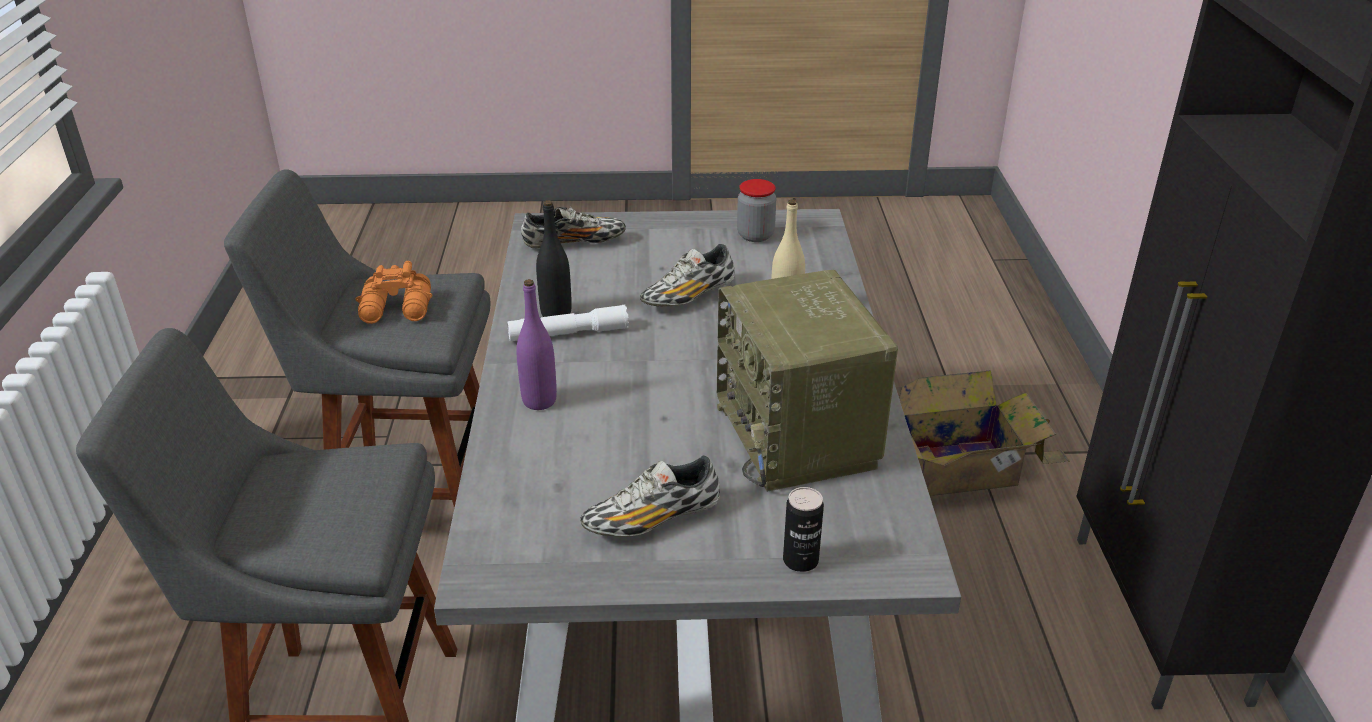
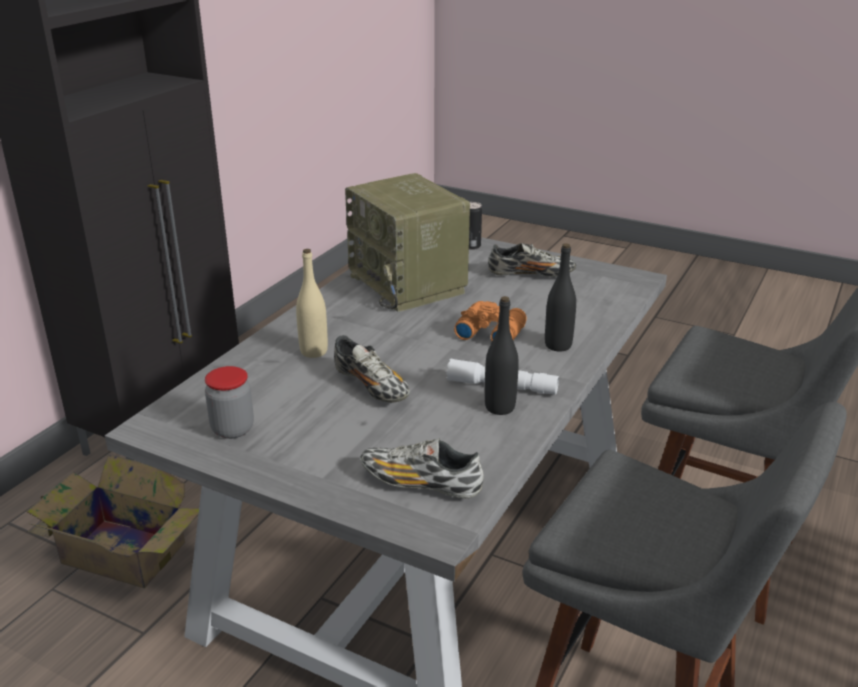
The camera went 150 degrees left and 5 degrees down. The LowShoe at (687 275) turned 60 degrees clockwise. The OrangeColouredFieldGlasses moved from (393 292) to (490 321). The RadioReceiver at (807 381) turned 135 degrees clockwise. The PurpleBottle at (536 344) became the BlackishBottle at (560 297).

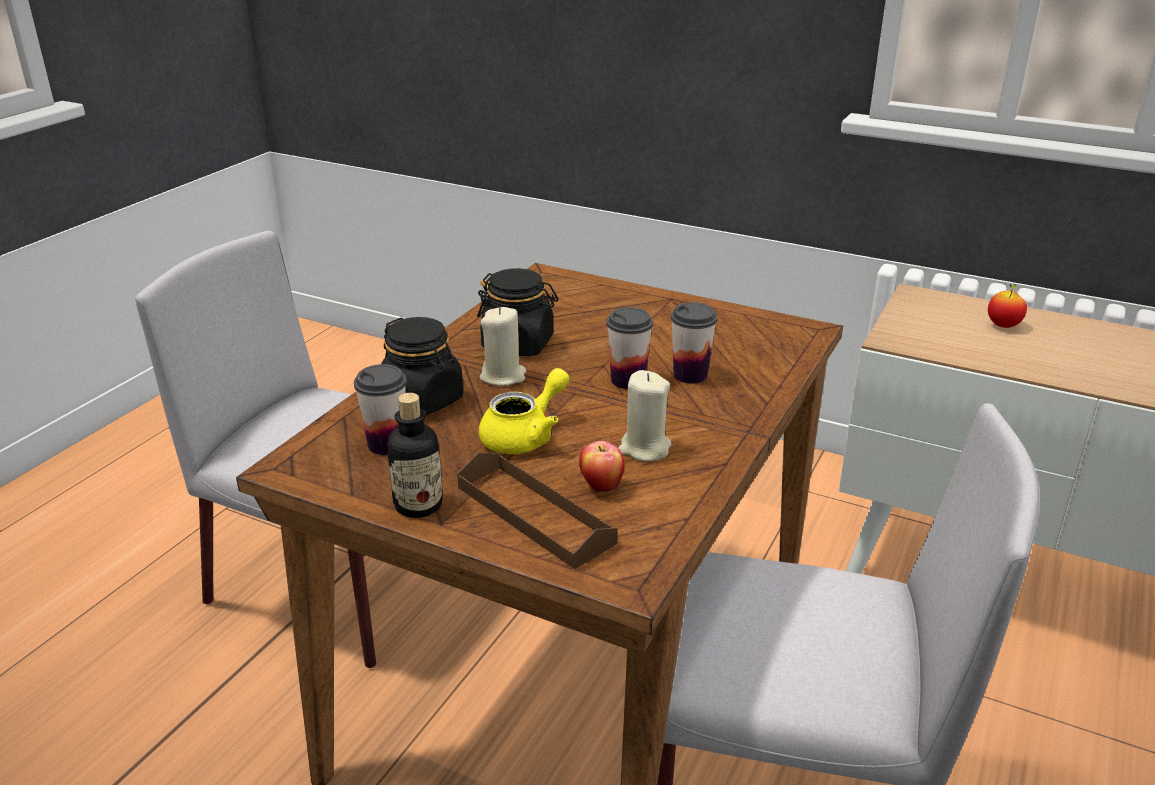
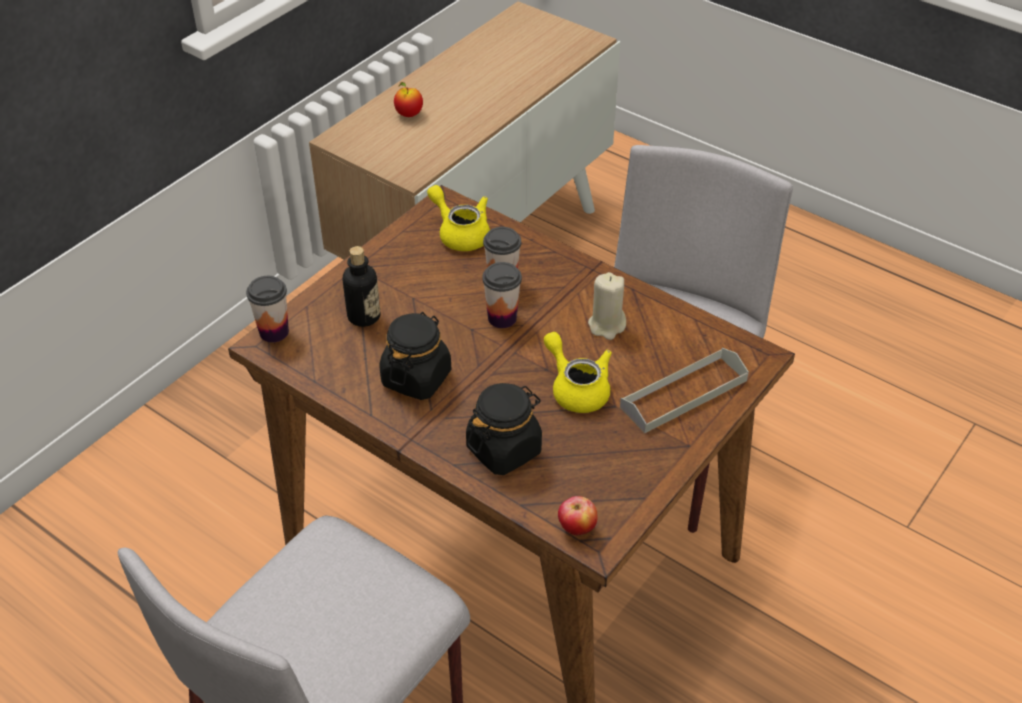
The camera went 80 degrees left and 15 degrees up. The BeigeCandle at (503 346) disappeared. The Cup moved from (380 409) to (267 309). The Bottle moved from (415 455) to (361 286). The AppleFruit moved from (601 466) to (577 515). The BrownCarryingTray at (537 510) became the GreyishCarryingTray at (684 390). The YellowishTeaPot at (458 218) appeared.

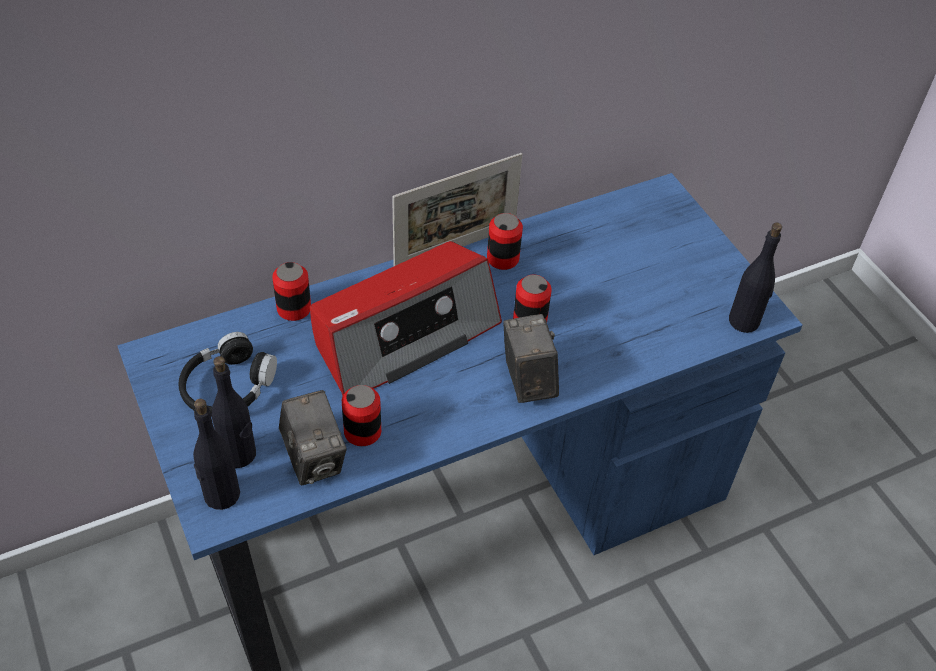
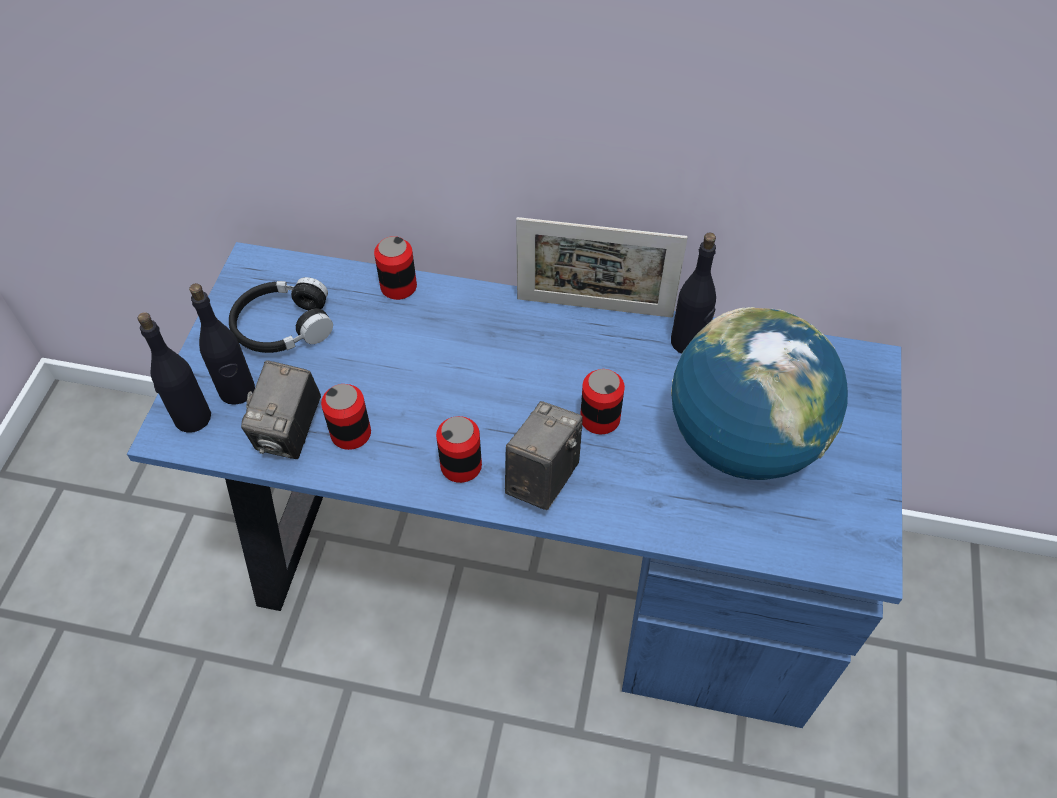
The camera went 40 degrees right and 5 degrees up. The MetalCan moved from (505 241) to (459 449). The BlackishBottle moved from (755 278) to (693 293). The RadioReceiver at (406 318) disappeared. The DeskGlobe at (759 393) appeared.

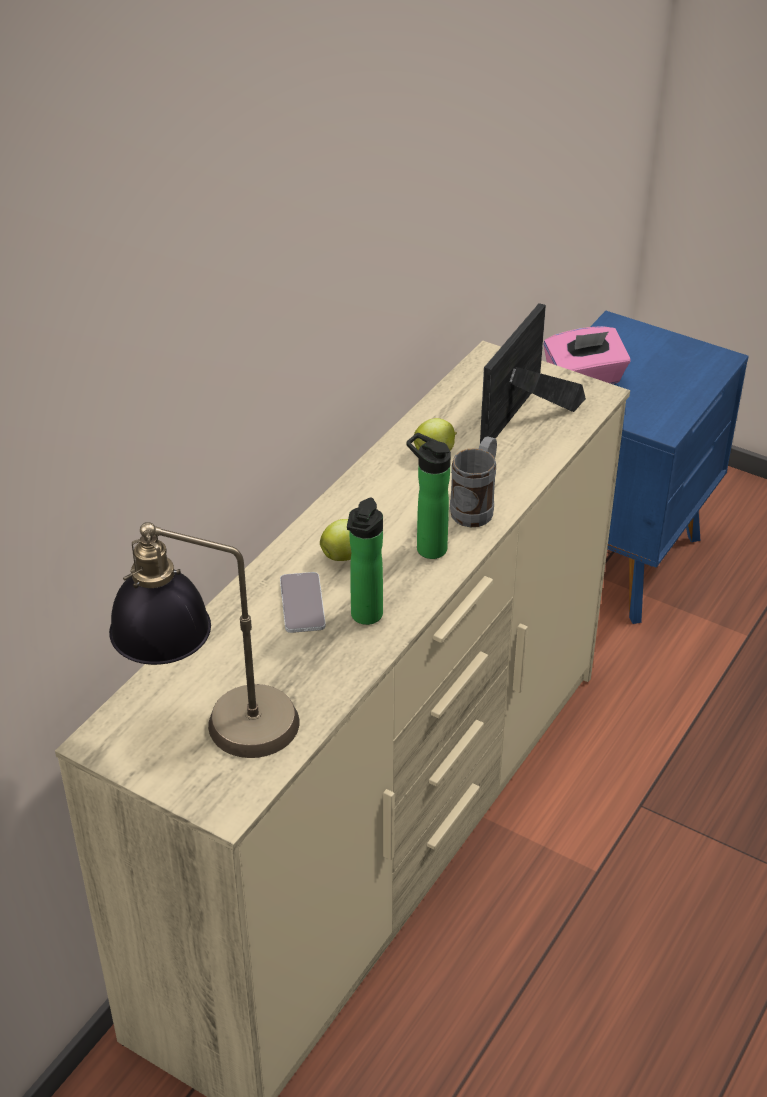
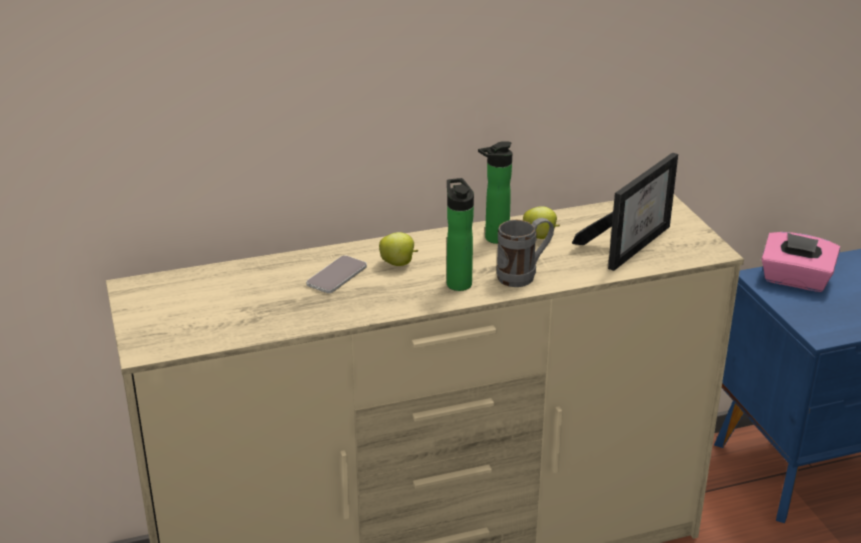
The camera went 40 degrees right and 10 degrees down. The StandingFrame at (533 373) turned 150 degrees clockwise. The Bottle moved from (365 561) to (495 192). The TableLamp at (204 640) disappeared.

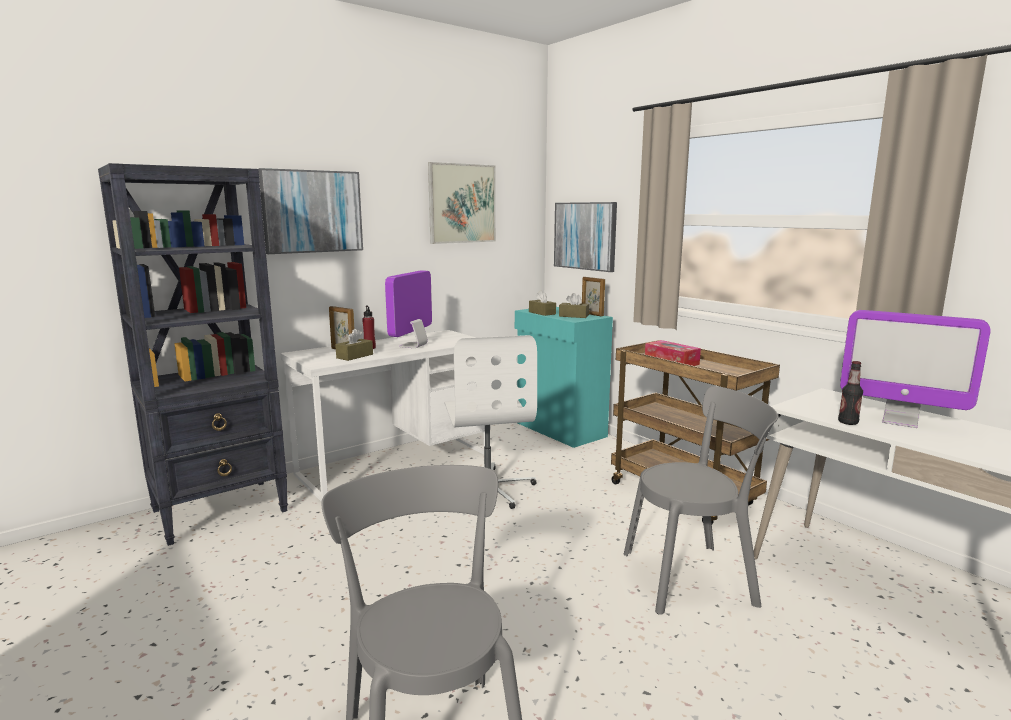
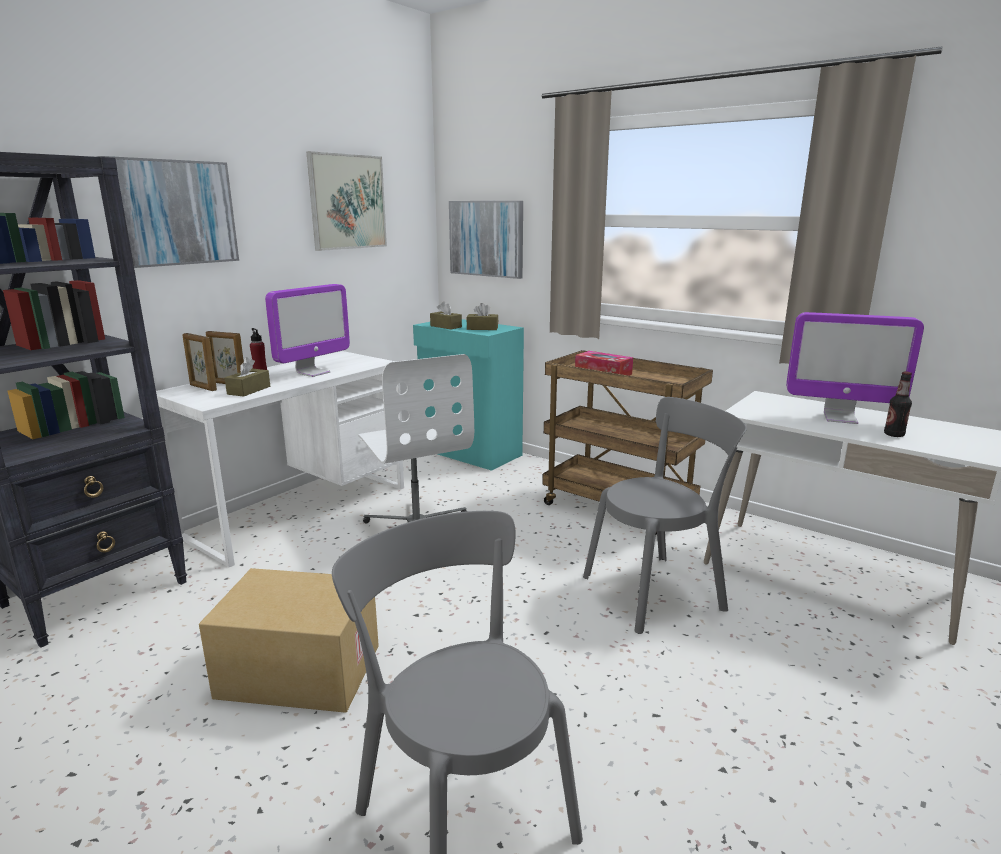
The camera went 15 degrees left and 5 degrees up. The ComputerDisplay at (408 309) turned 150 degrees counterclockwise. The StandingFrame moved from (593 296) to (199 362). The Bottle moved from (850 393) to (898 404). The CardboardBox at (289 640) appeared.

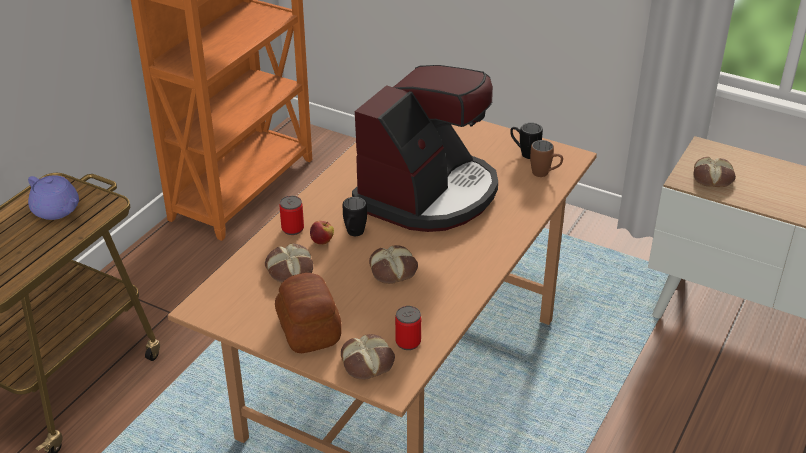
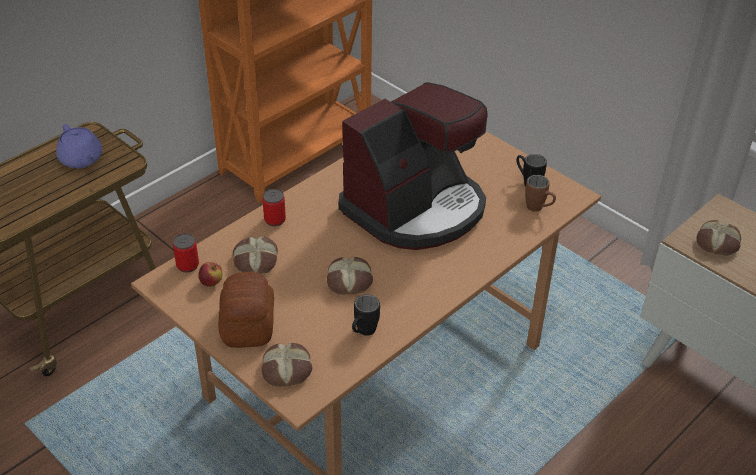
The camera went 15 degrees right and 5 degrees up. The BlackishTeaMug moved from (355 216) to (366 315). The AppleFruit moved from (322 233) to (210 274). The MetalCan moved from (408 328) to (186 253).

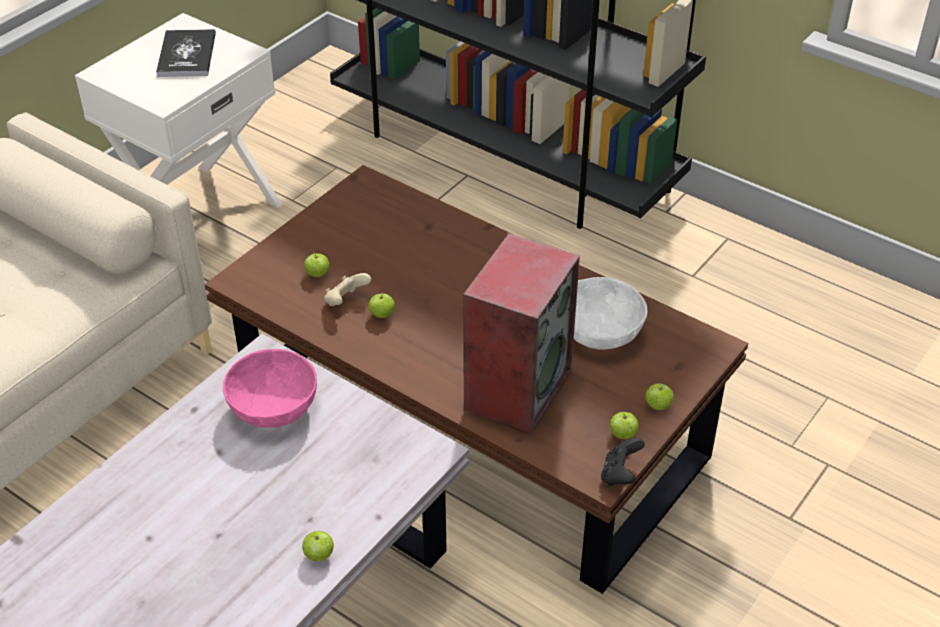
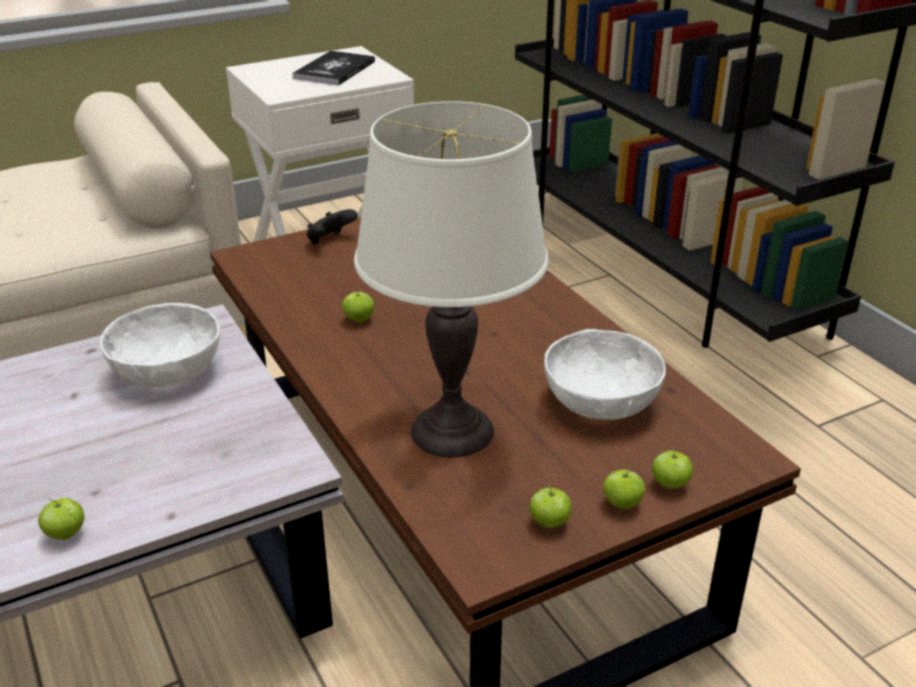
The camera went 25 degrees right and 10 degrees down. The AudioSpeaker at (521 334) was replaced by the WhitishTableLamp at (451 279). The AppleFruit moved from (317 264) to (672 467). The BeigeJoypad at (347 289) disappeared. The PinkishServingBowl at (270 388) became the WhitishServingBowl at (160 345). The BlackishJoypad moved from (623 462) to (332 226).

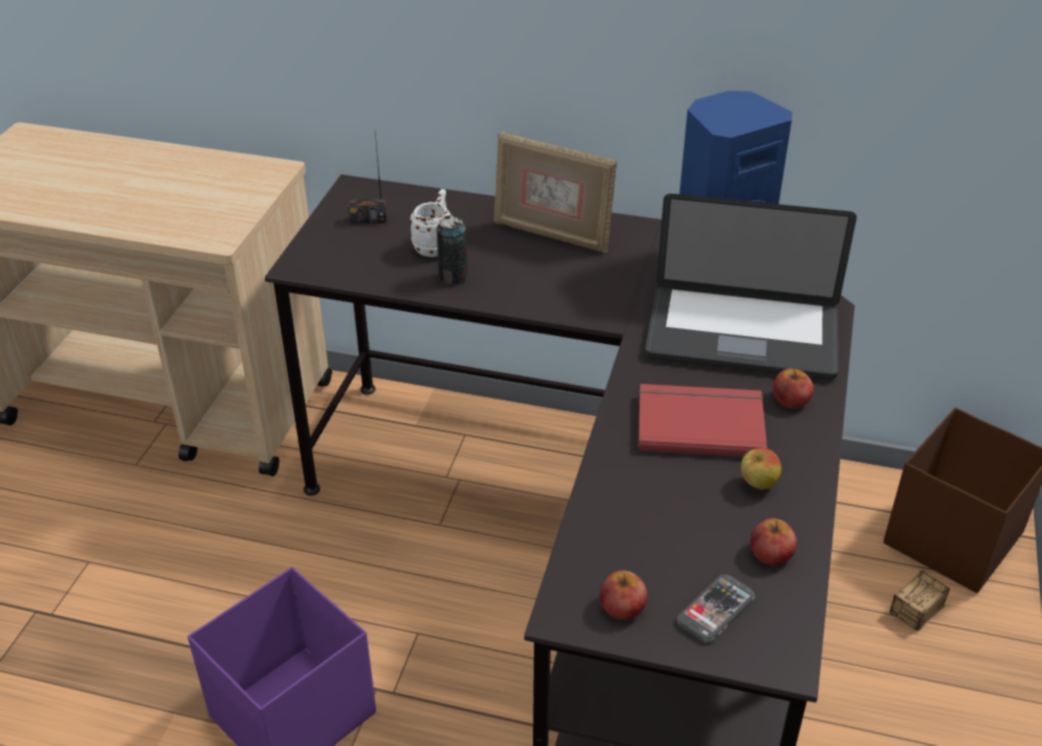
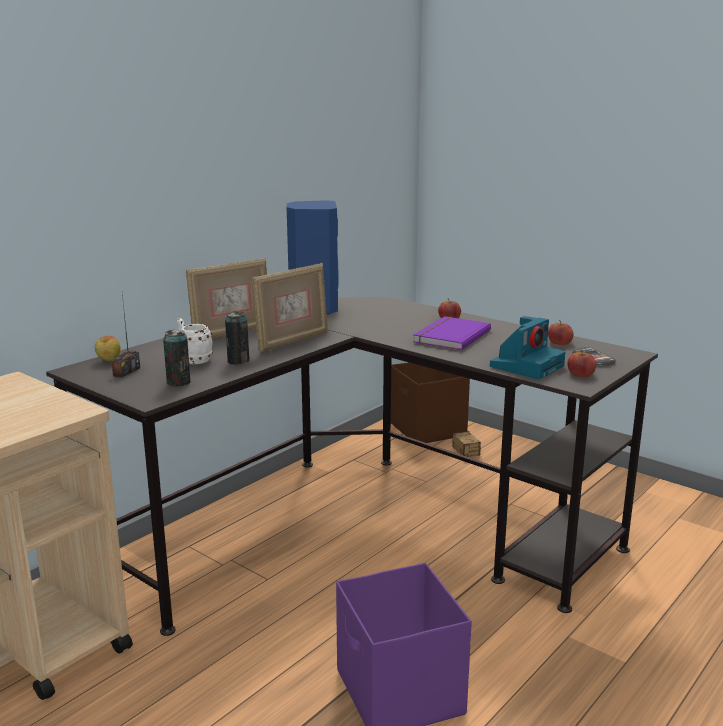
The camera went 65 degrees left and 20 degrees down. The Laptop at (751 287) disappeared. The RedVolume at (702 420) became the PurpleVolume at (452 333). The AppleFruit moved from (761 468) to (108 348). The StandingFrame at (289 308) appeared. The PhotoCamera at (527 347) appeared. The MetalCan at (177 358) appeared.

